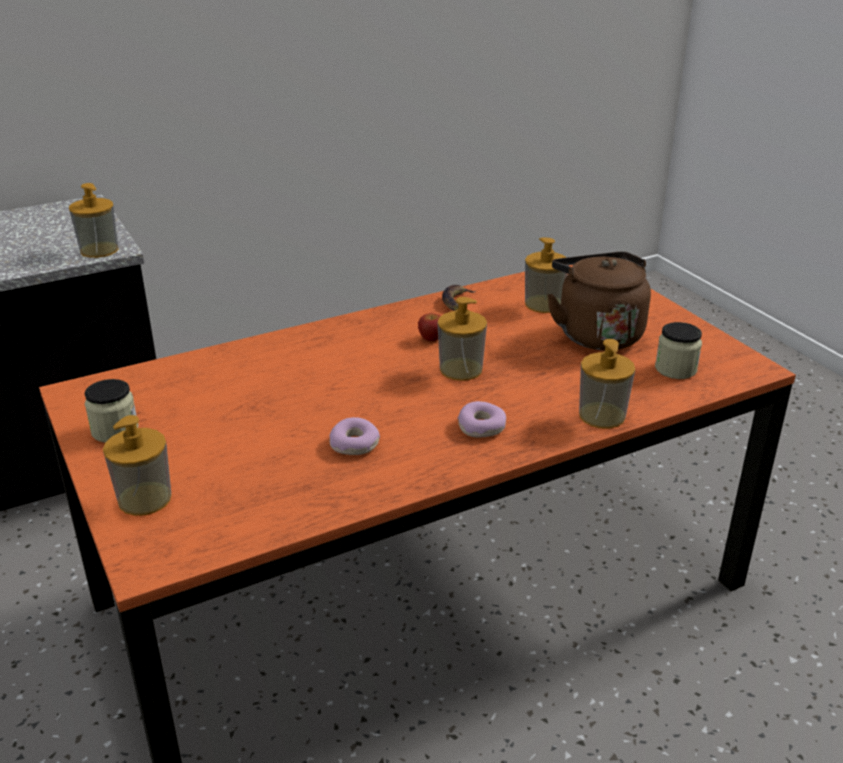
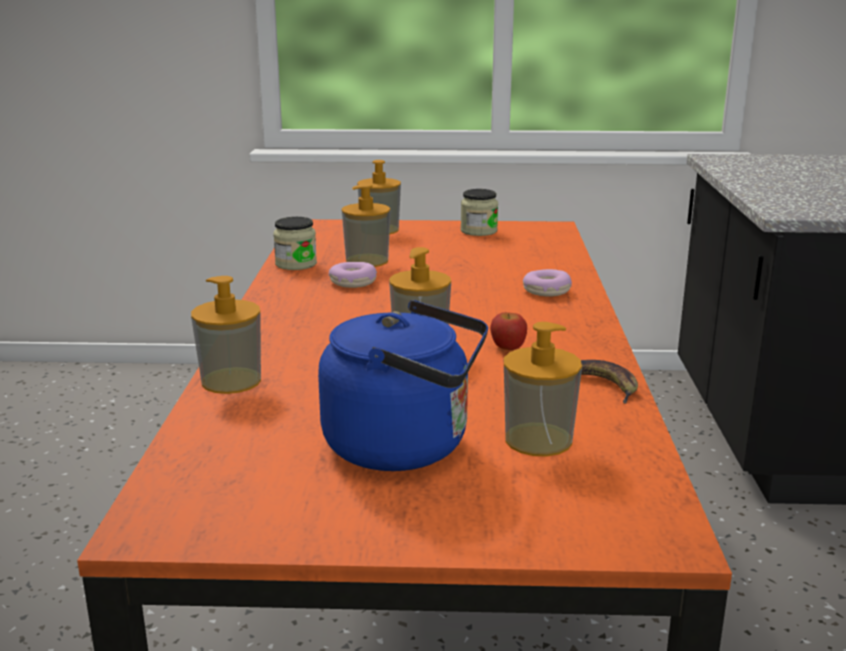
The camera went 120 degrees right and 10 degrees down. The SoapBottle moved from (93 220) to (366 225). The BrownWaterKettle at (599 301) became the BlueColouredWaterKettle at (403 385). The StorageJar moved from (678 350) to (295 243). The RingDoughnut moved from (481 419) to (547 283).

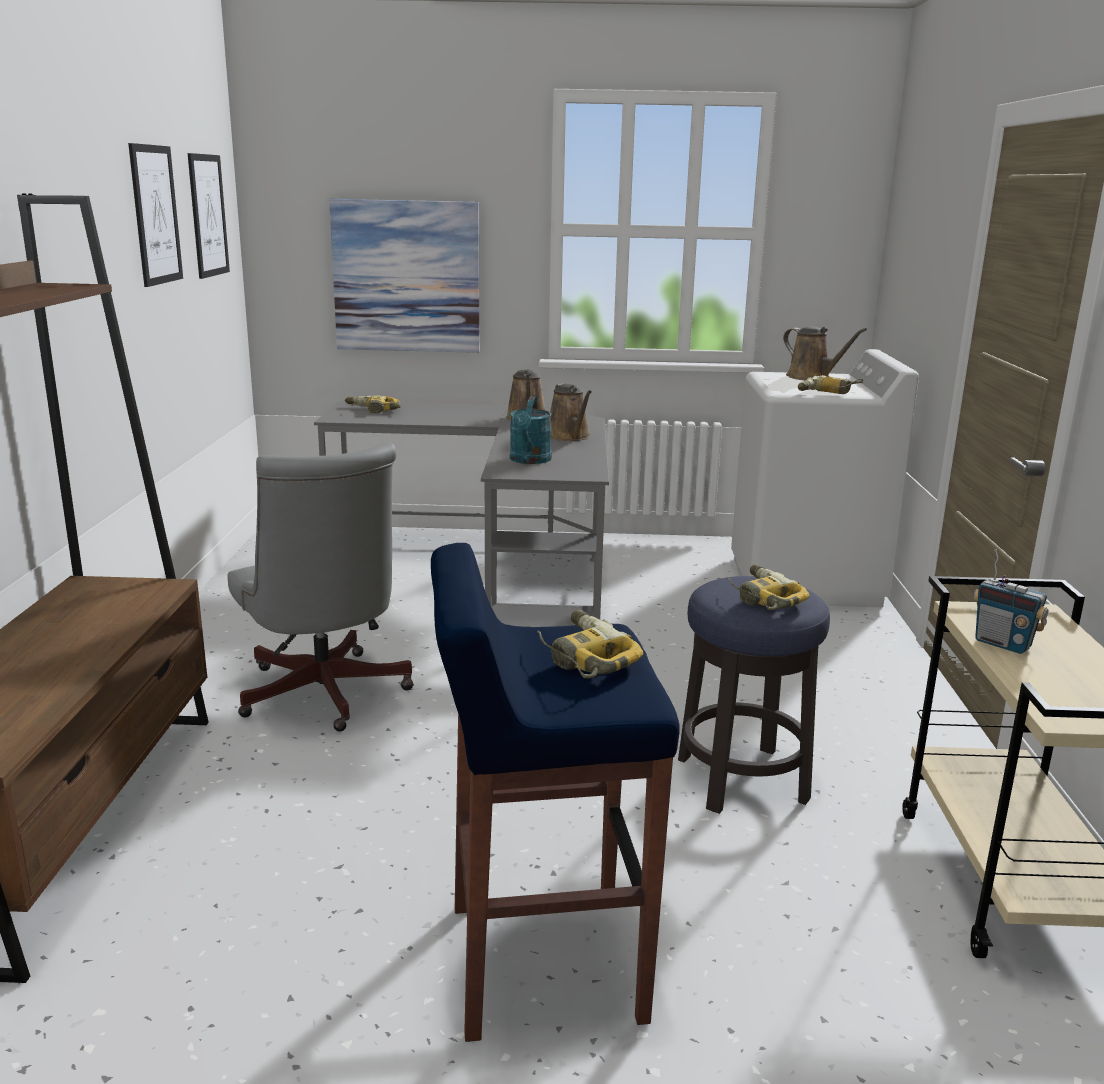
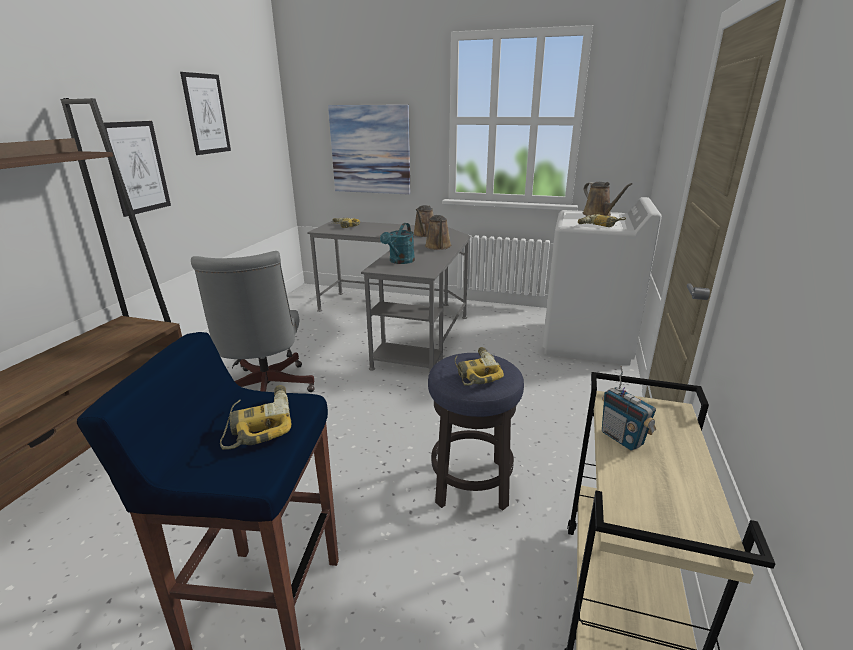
The camera went 15 degrees right and 5 degrees up. The WallArt moved from (209 216) to (137 169).

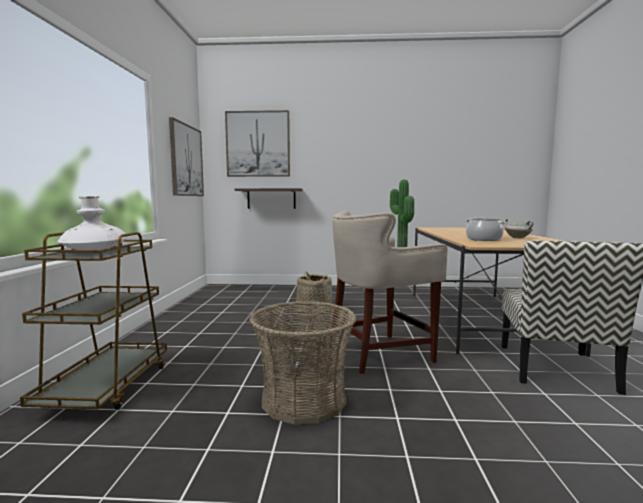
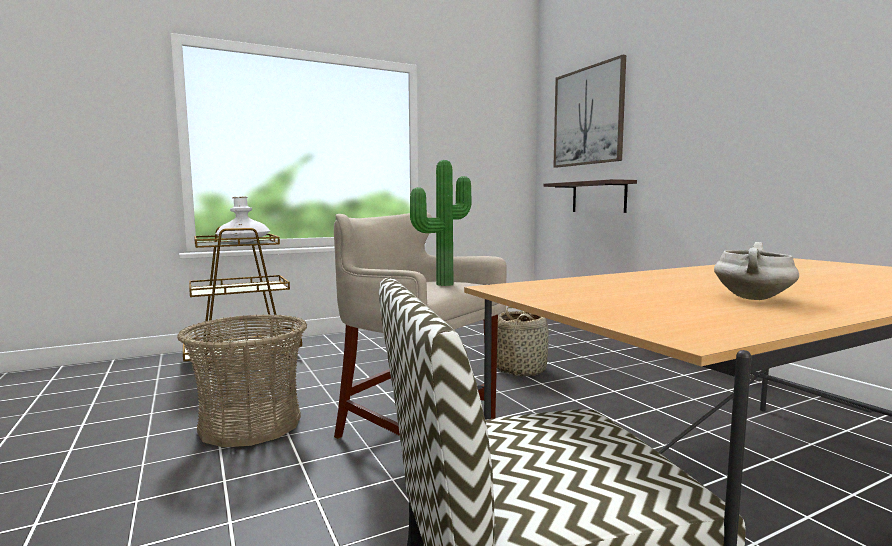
The camera went 60 degrees right and 0 degrees up. The WallArt at (186 156) disappeared. The CookingPot at (485 229) disappeared.

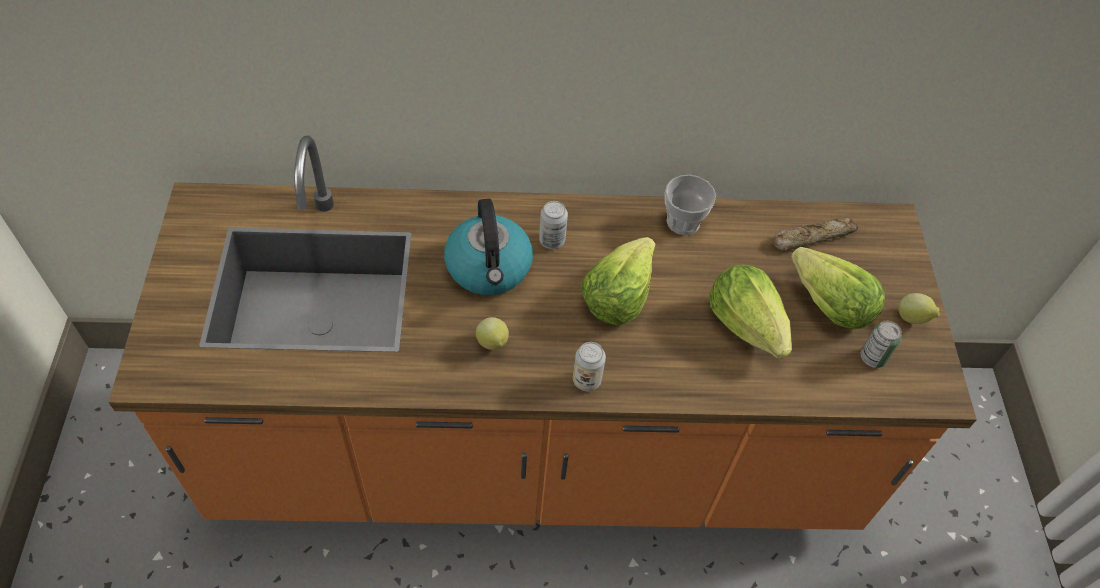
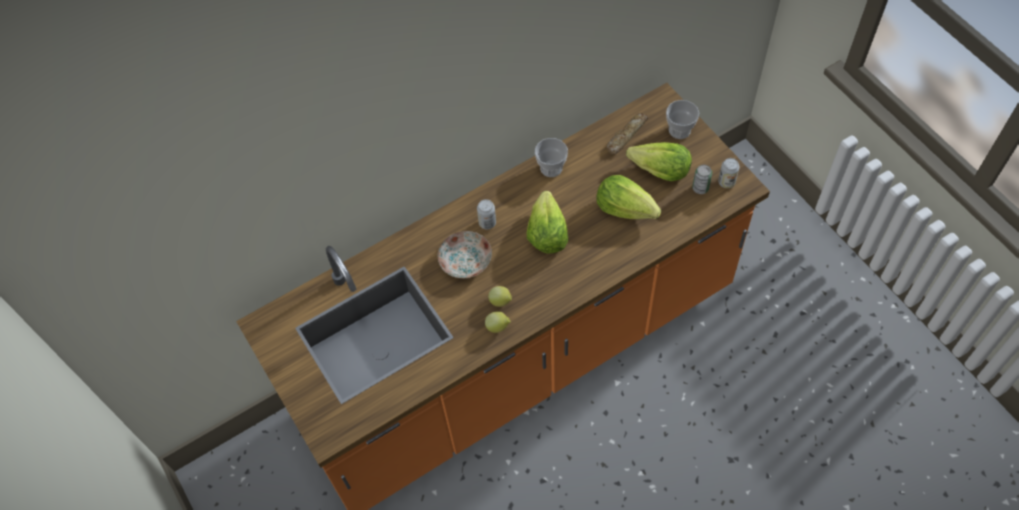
The camera went 25 degrees left and 5 degrees up. The WaterKettle at (488 247) was replaced by the DinnerPlate at (465 254). The WholeLemon moved from (919 308) to (497 322). The MetalCan moved from (589 366) to (729 173). The Cup at (682 119) appeared.

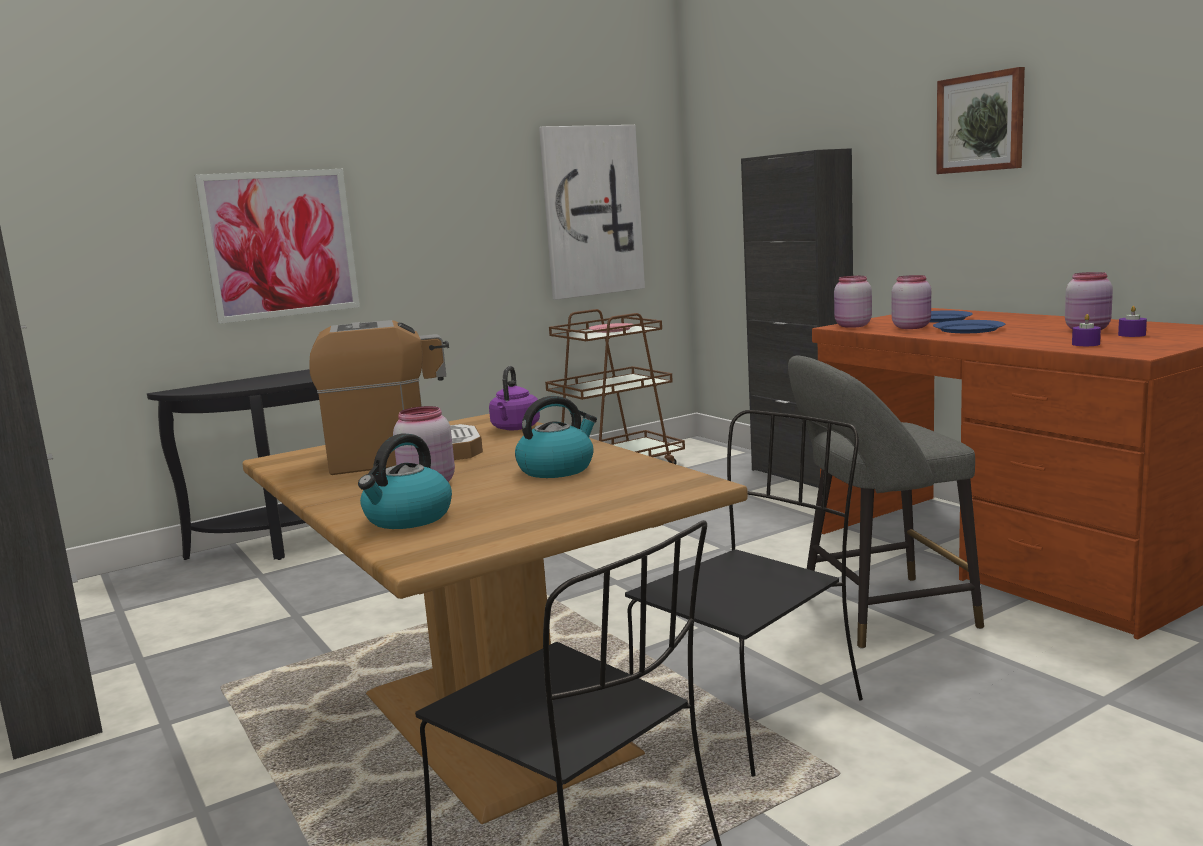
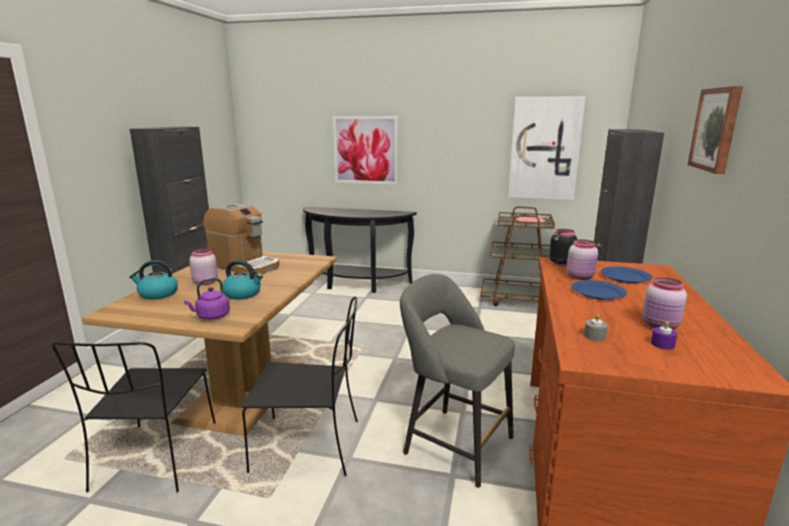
The camera went 45 degrees right and 5 degrees up. The PinkishStorageJar at (853 302) became the BlackishStorageJar at (563 247). The PurpleCandle at (1086 330) became the GreyishCandle at (596 327). The PurpleWaterKettle moved from (514 398) to (207 299).

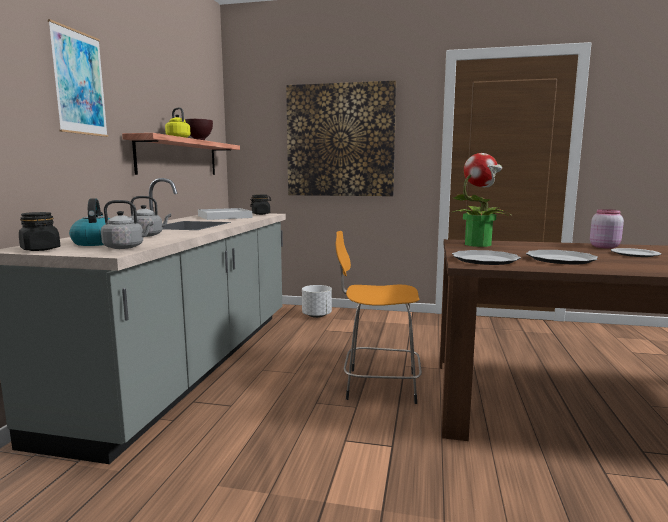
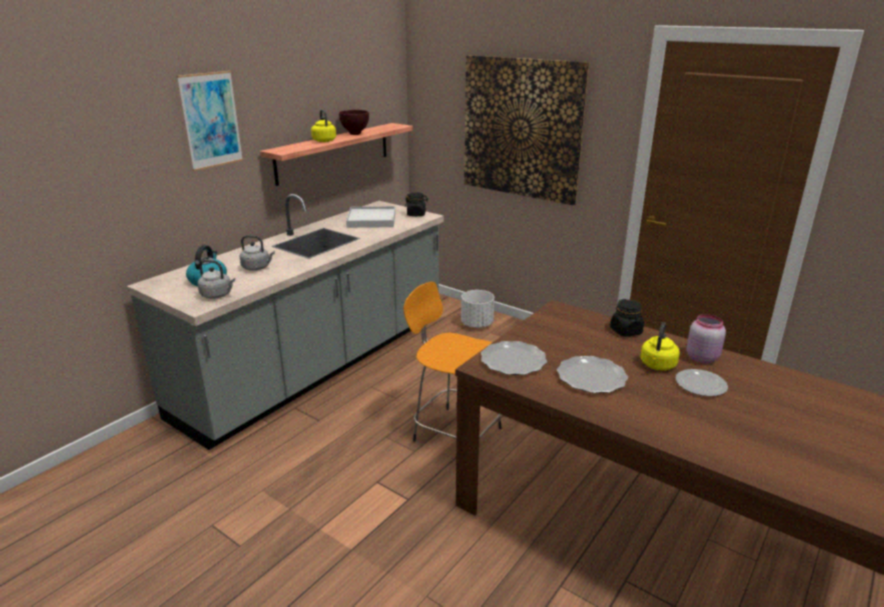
The camera went 25 degrees right and 15 degrees up. The PlantInAPot at (481 200) disappeared. The BlackishStorageJar moved from (40 231) to (627 318). The YellowishWaterKettle at (660 346) appeared.

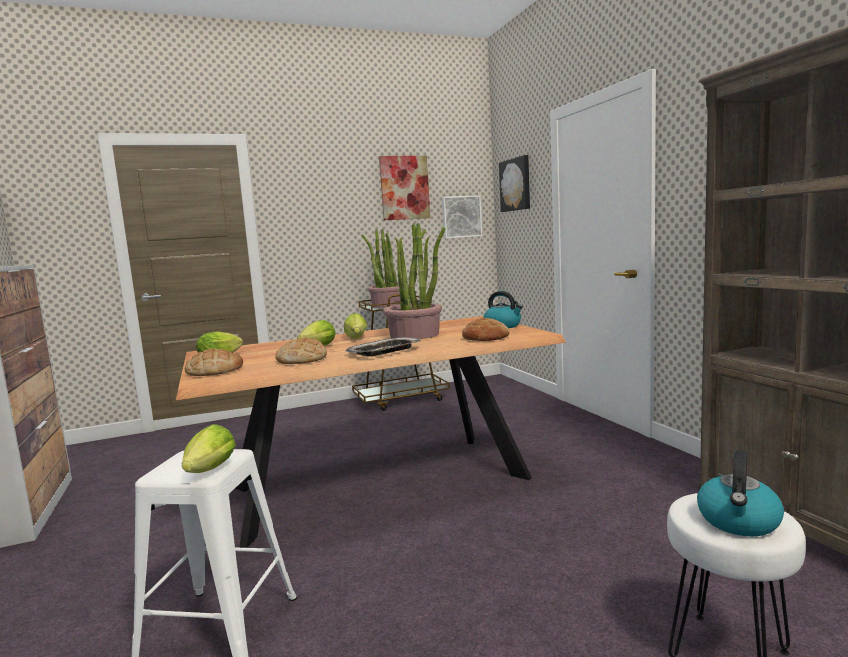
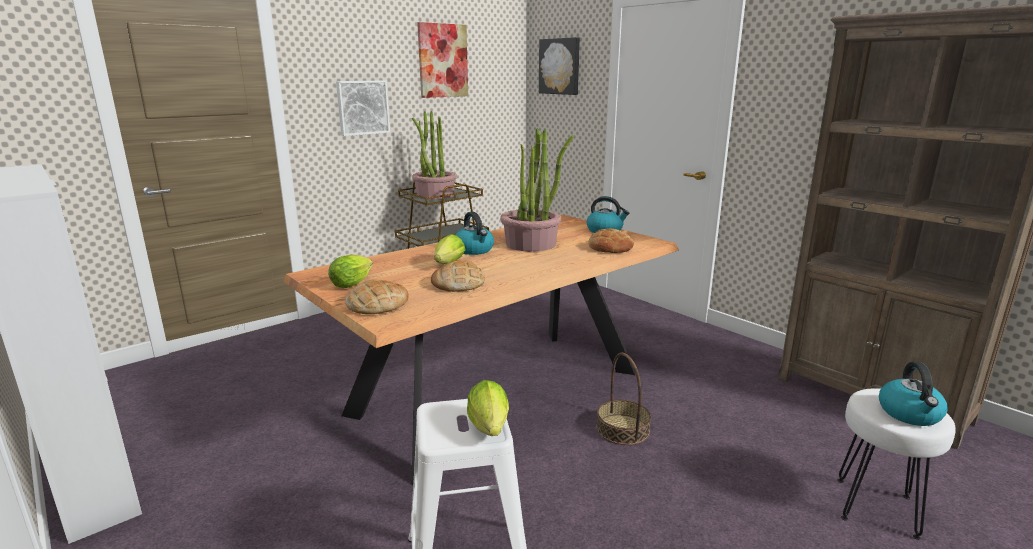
The camera went 20 degrees left and 10 degrees up. The WallArt moved from (462 217) to (363 108). The LettuceHead at (355 326) was replaced by the WaterKettle at (474 233). The CarryingTray at (383 346) disappeared. The Basket at (623 399) appeared.

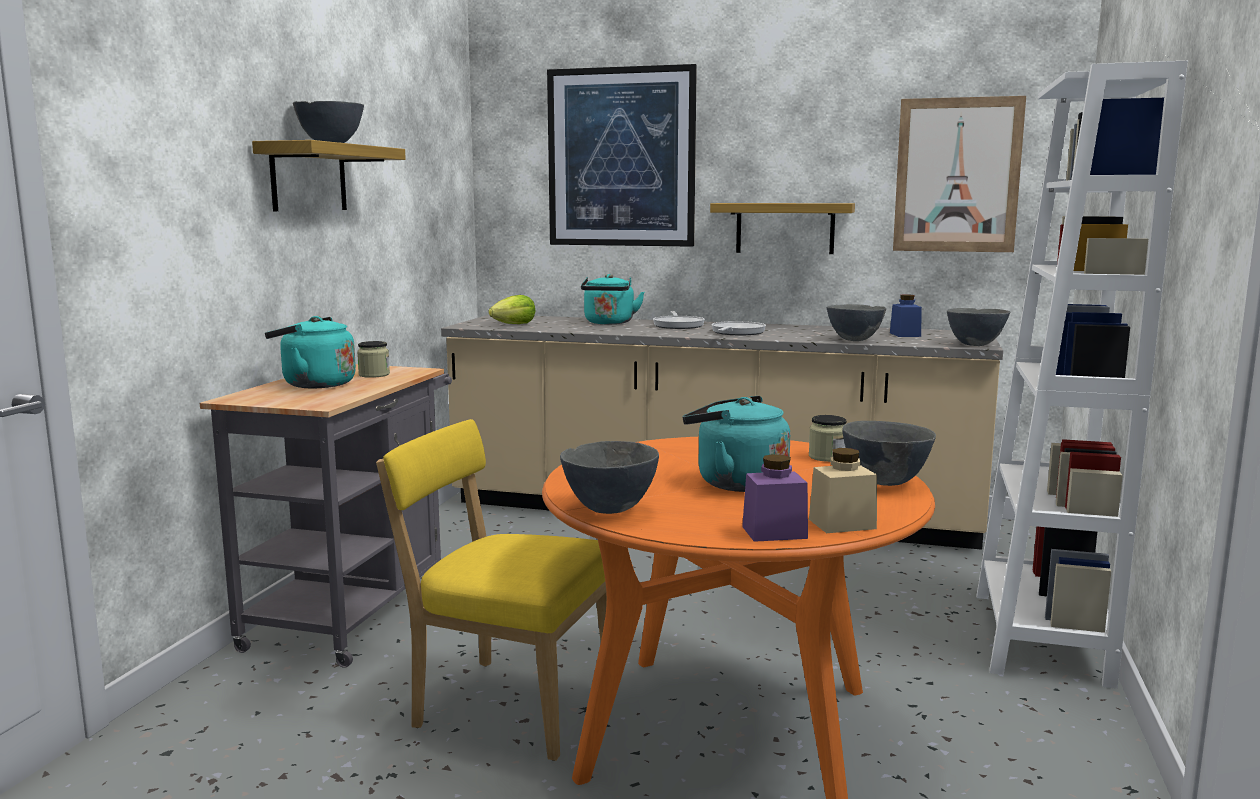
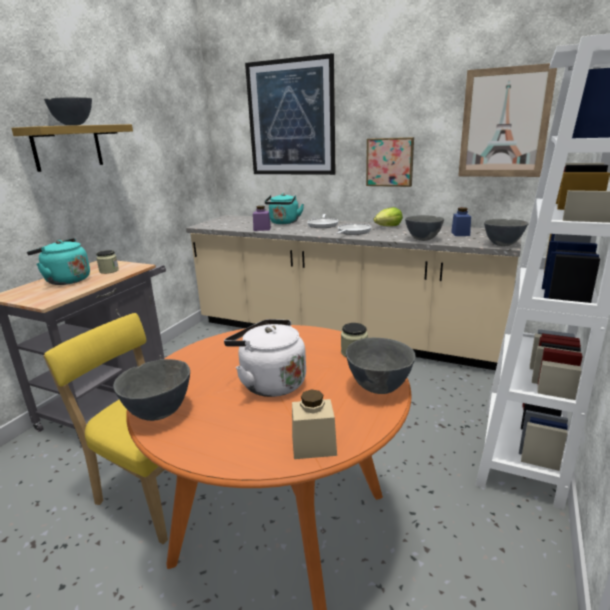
The camera went 10 degrees right and 10 degrees up. The Shelf at (782 228) was replaced by the WallArt at (390 162). The LettuceHead moved from (511 309) to (388 216). The BlueGreenWaterKettle at (736 444) became the WhitishWaterKettle at (265 358). The PurpleStorageJar moved from (775 498) to (262 218).

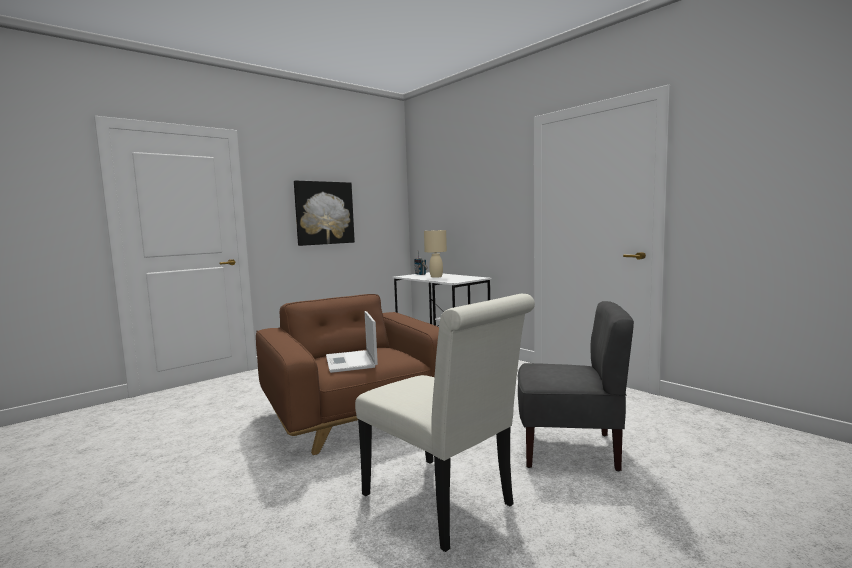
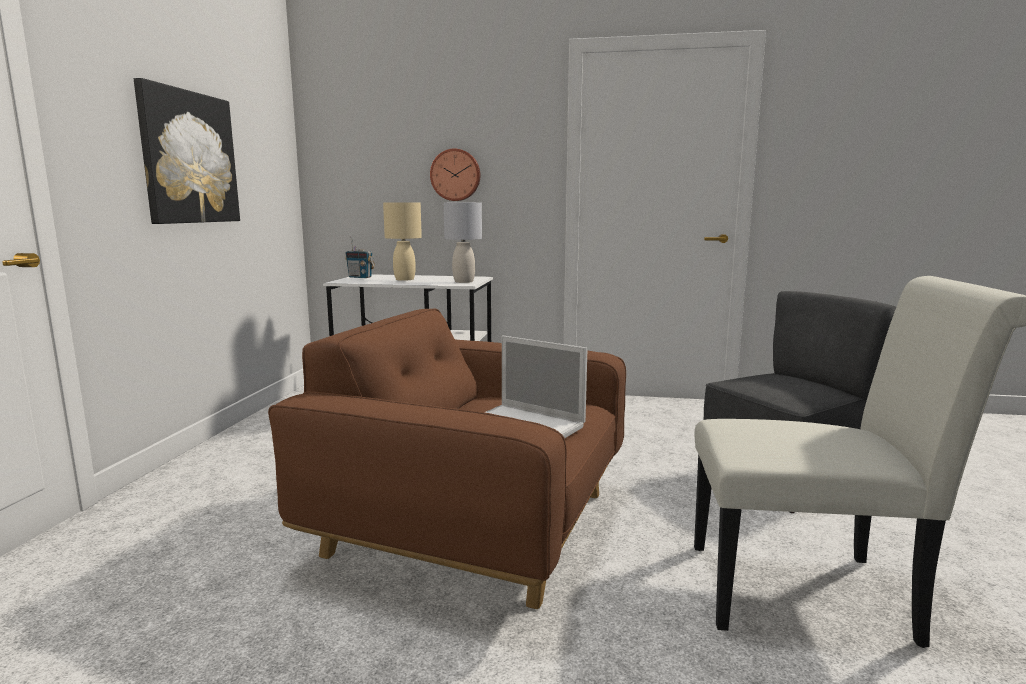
The camera went 40 degrees left and 5 degrees up. The HangingClock at (455 174) appeared. The GreyishTableLamp at (463 242) appeared.

